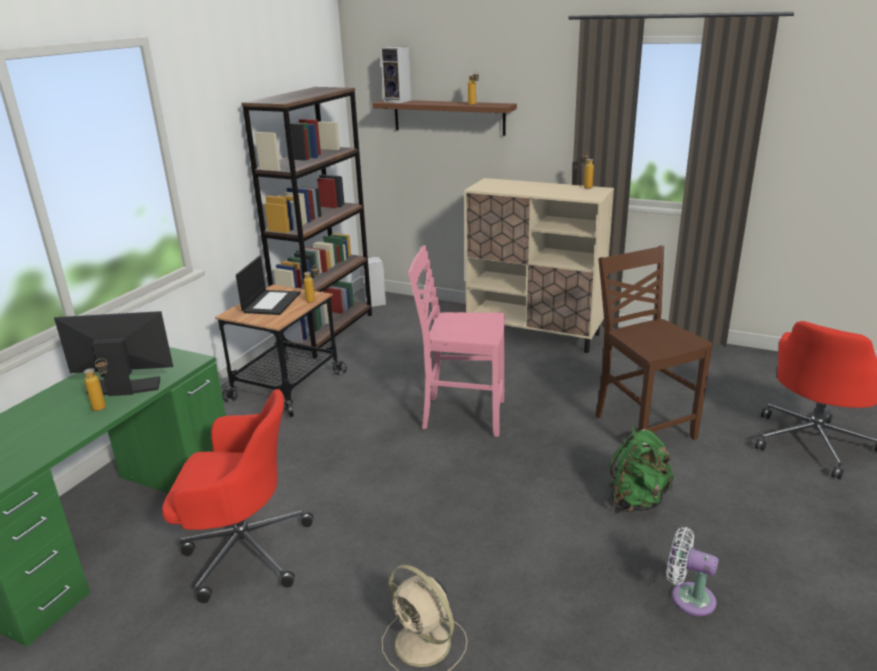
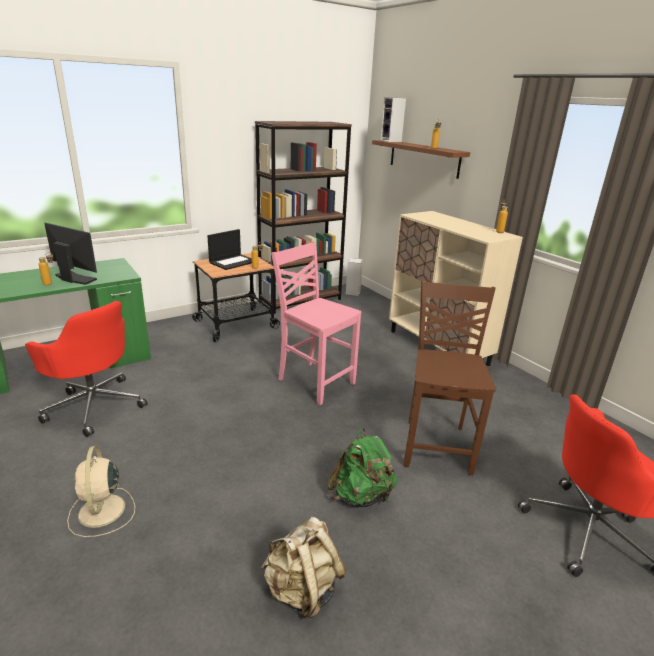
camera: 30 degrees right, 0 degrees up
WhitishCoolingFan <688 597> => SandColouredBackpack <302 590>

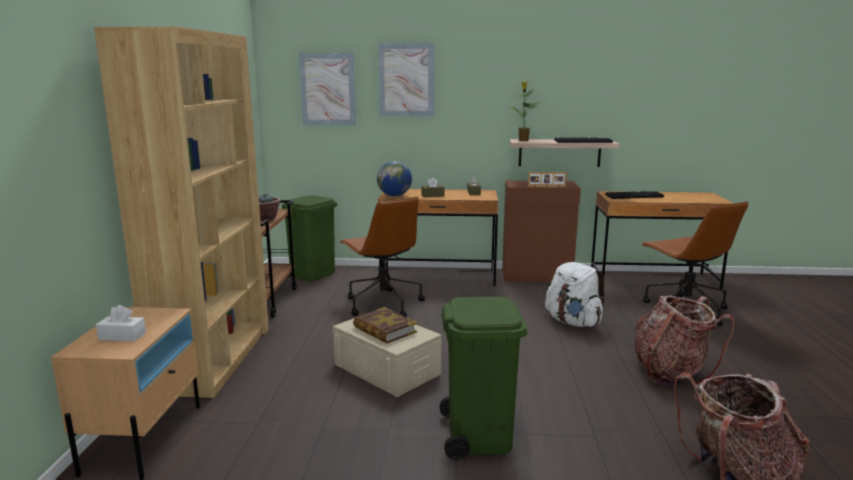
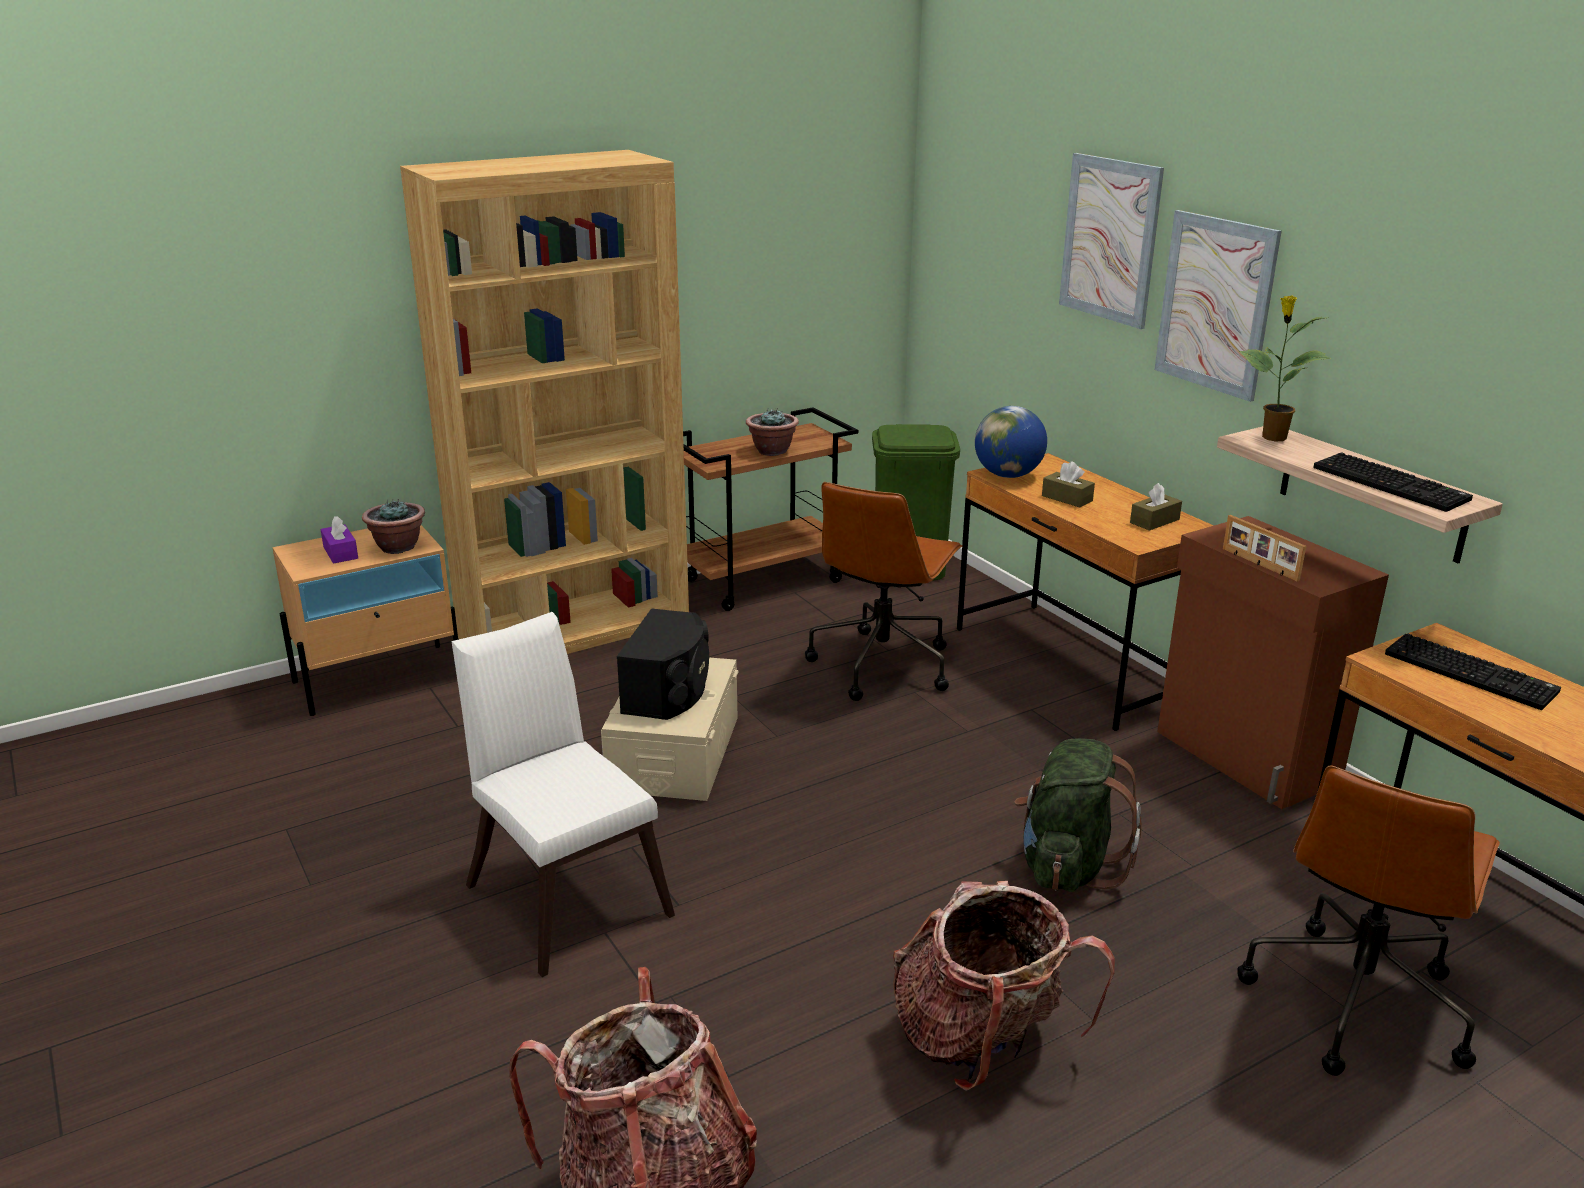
camera: 55 degrees right, 10 degrees up
WhitishBoxOfTissues <122 336> => PurpleBoxOfTissues <340 553>
nothing => Houseplant <397 547>
GreenTrashCan <478 435> => WhitishPlainChair <565 892>
Book <384 330> => BlackishLoudspeaker <668 691>
WhitishBackpack <573 322> => GreenBackpack <1067 866>
Picture <328 89> => Picture <1215 304>, relocated

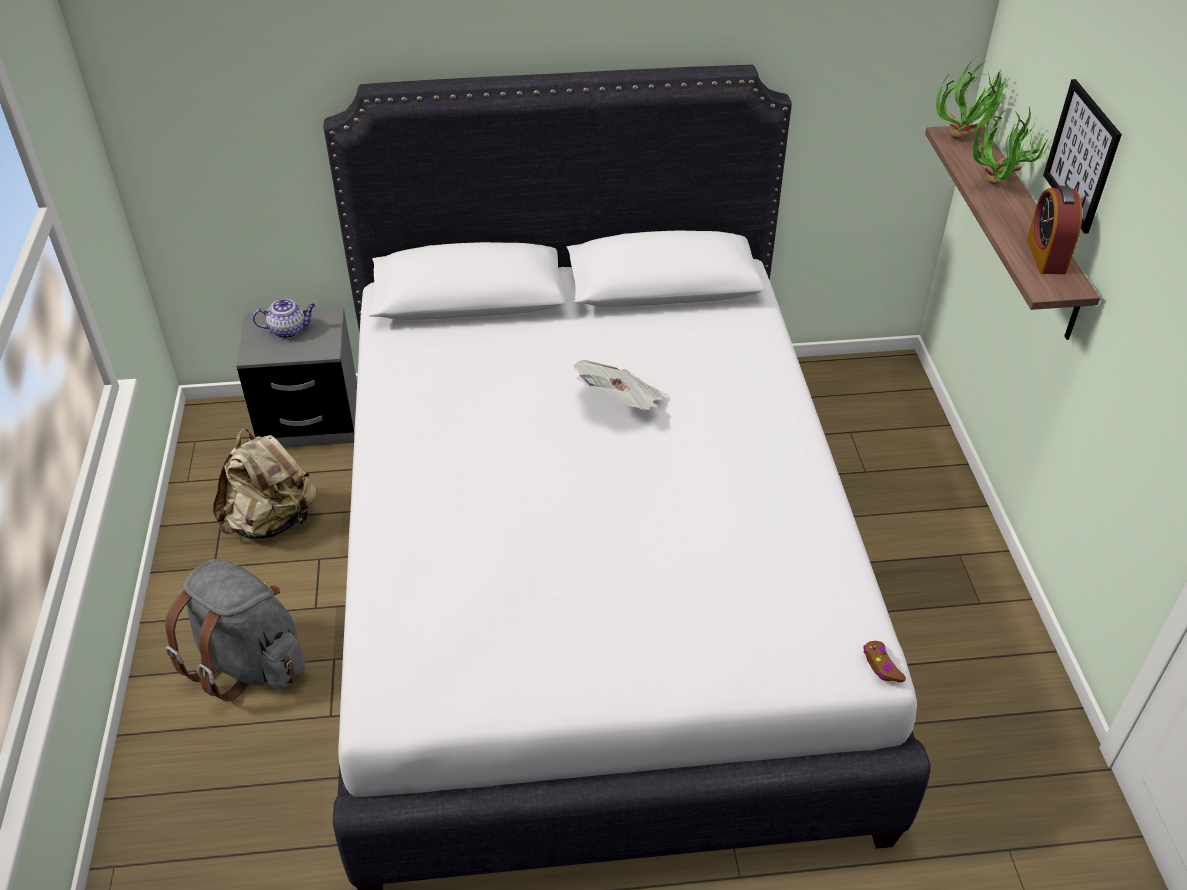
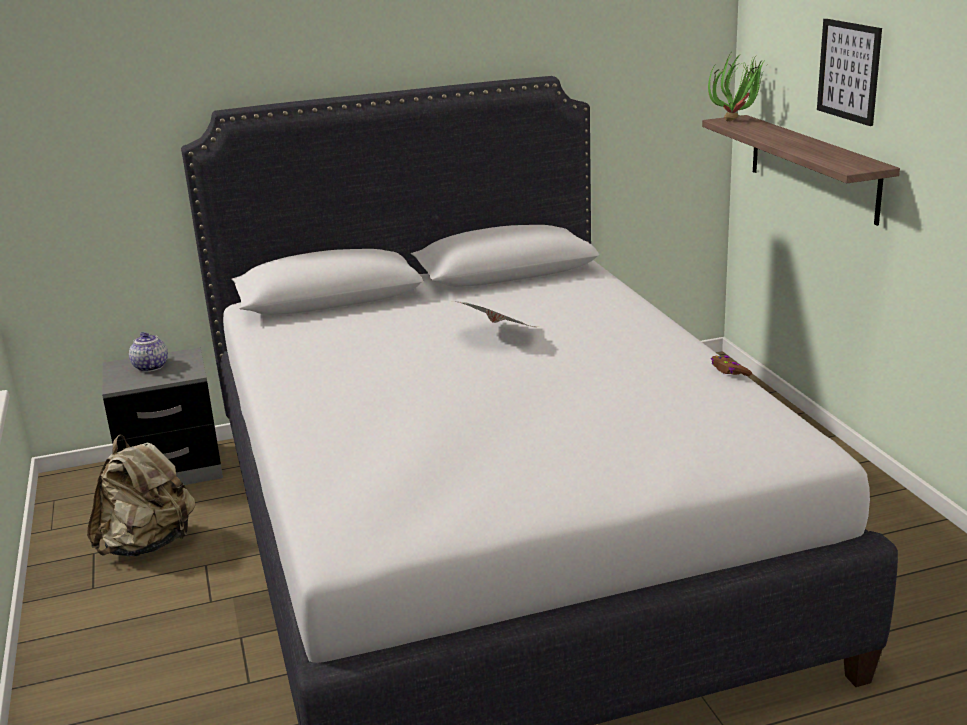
camera: 10 degrees left, 20 degrees down
Teapot <289 330> => Teapot <150 366>, 90 degrees counterclockwise
BrownGamepad <881 666> => BrownGamepad <729 371>, relocated
GreyishBackpack <248 661> => nothing
Houseplant <995 188> => nothing
BedsideClock <1046 256> => nothing

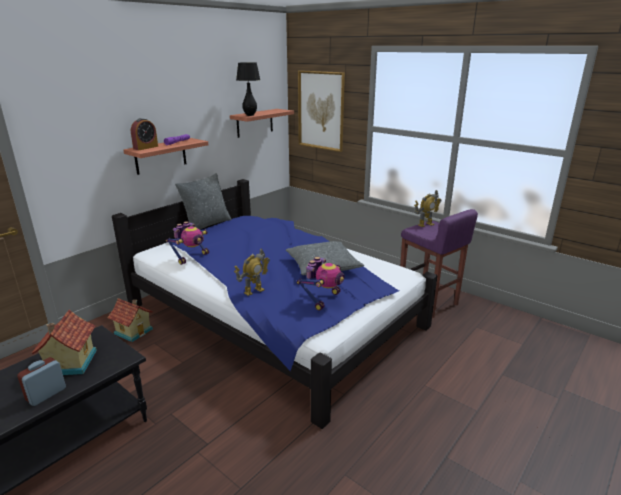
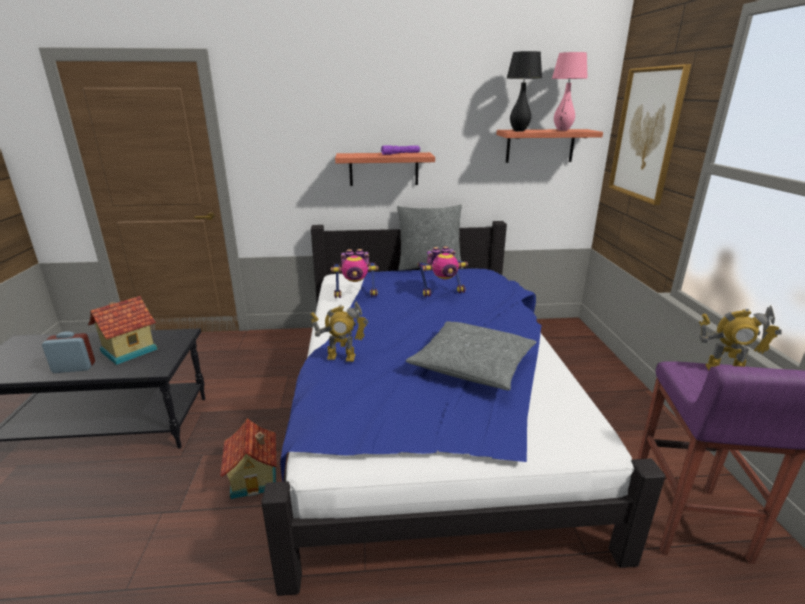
camera: 45 degrees right, 0 degrees up
MiniatureHouse <134 331> => MiniatureHouse <255 478>, relocated
ToyRobot <323 299> => ToyRobot <442 292>, relocated
nothing => PinkLampForATable <562 130>
BedsideClock <145 147> => nothing

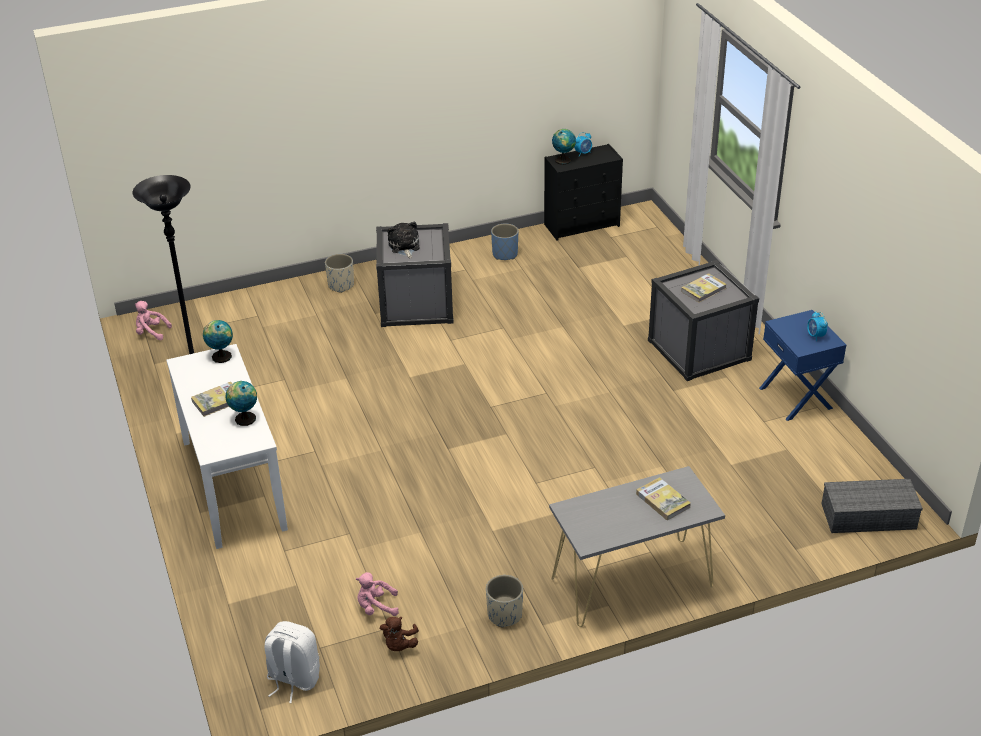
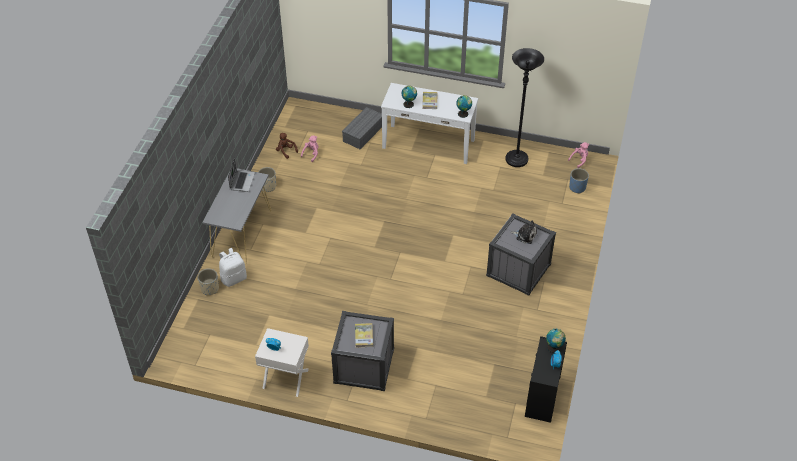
camera: 125 degrees right, 10 degrees up
SandColouredPlanter <341 285> => SandColouredPlanter <210 288>, relocated
WhitishBackpack <293 679> => WhitishBackpack <234 278>, relocated
nothing => Laptop <242 181>
BlueNightstand <796 398> => WhitishNightstand <285 379>
GreyishStorageBin <869 515> => GreyishStorageBin <363 134>, relocated
BluePlanter <505 254> => BluePlanter <577 187>, relocated
Book <663 500> => nothing

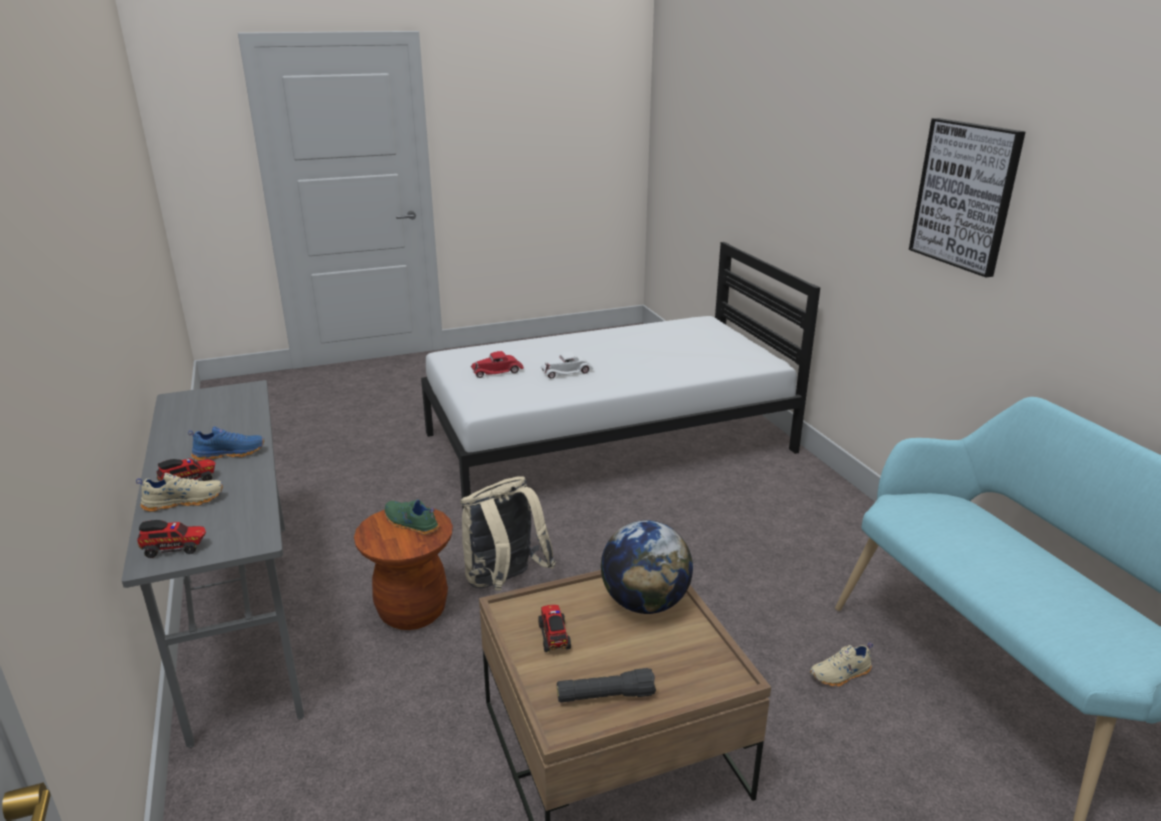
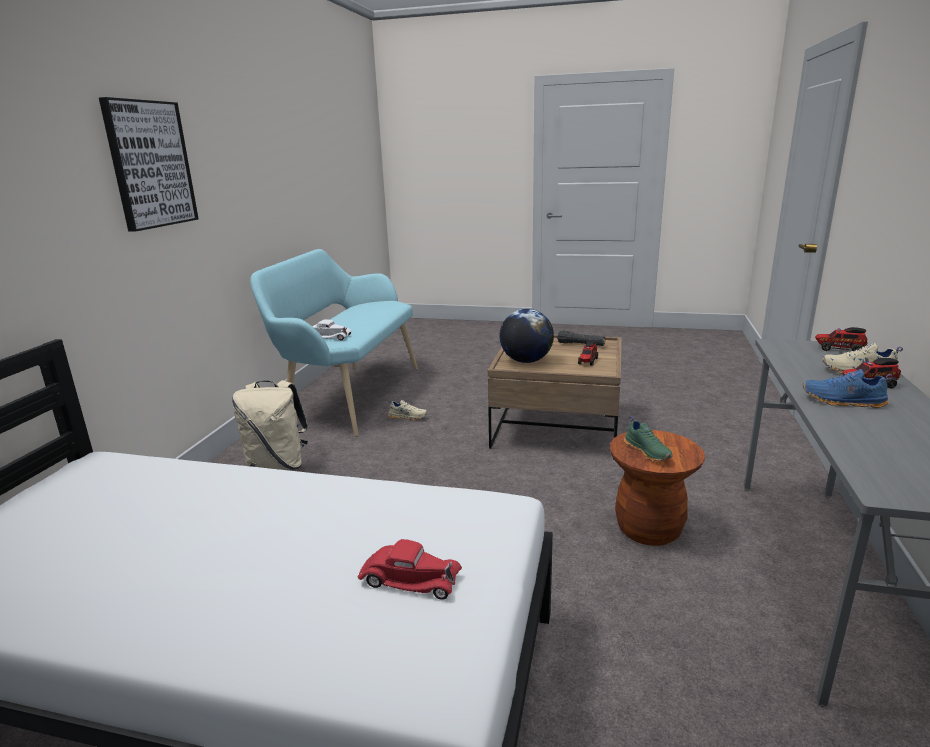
camera: 145 degrees left, 5 degrees down
SandColouredBackpack <504 582> => SandColouredBackpack <278 465>, relocated
WhitishMiniatureCar <567 371> => WhitishMiniatureCar <328 337>, relocated

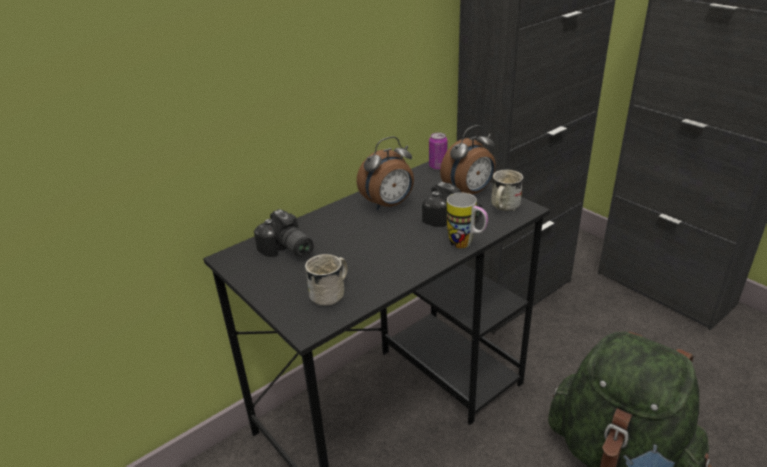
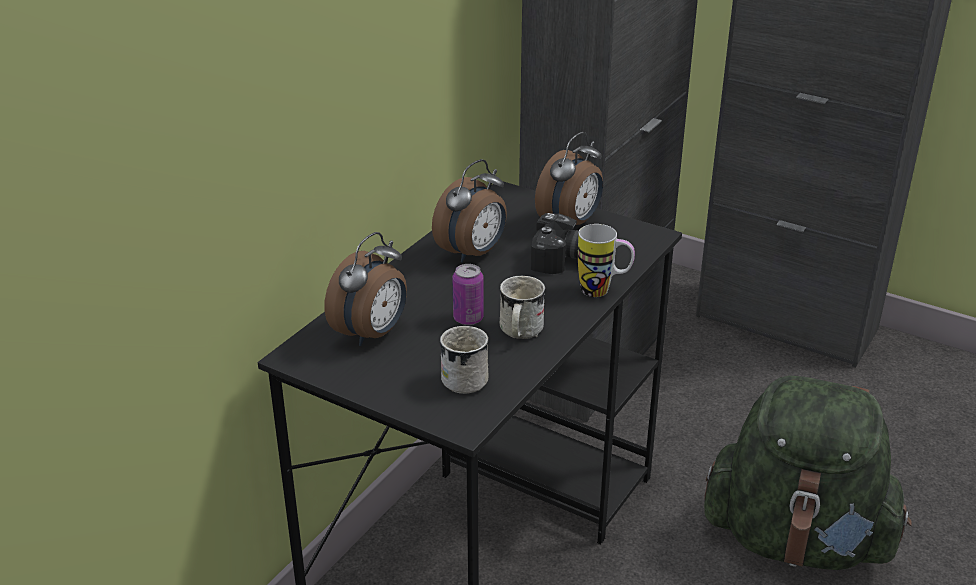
camera: 20 degrees left, 0 degrees up
PhotoCamera <287 250> => BedsideClock <372 334>
SealedCan <438 167> => SealedCan <468 318>, relocated
WhitishMug <503 207> => WhitishMug <519 332>, relocated

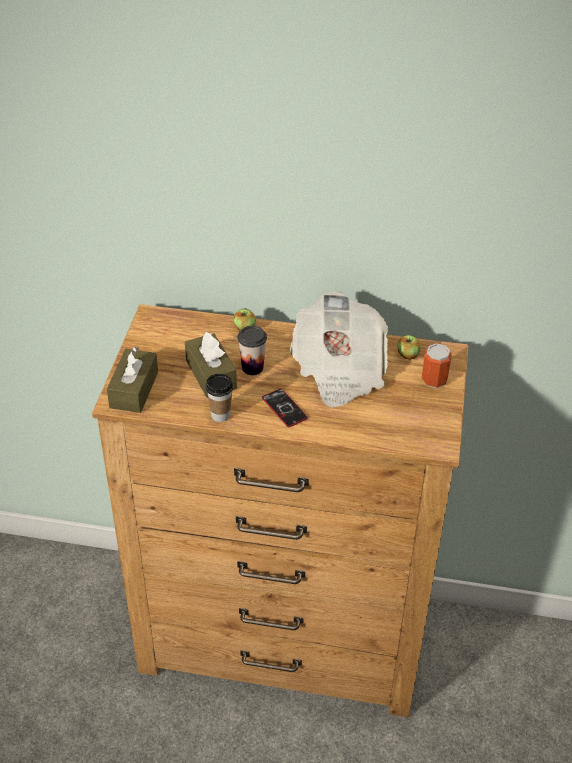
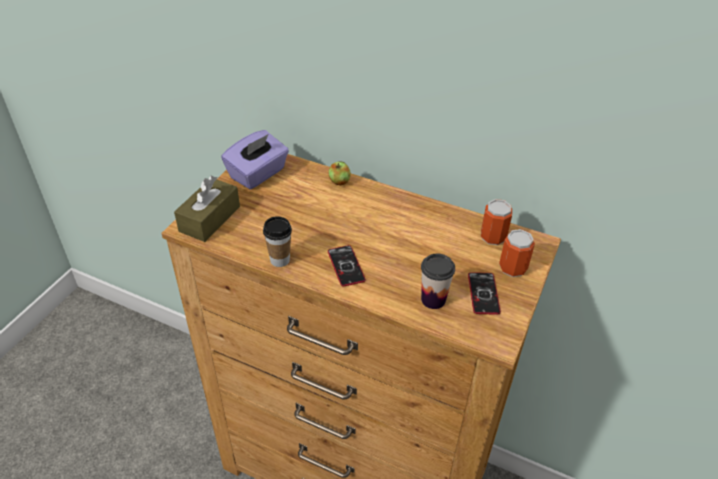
camera: 15 degrees right, 0 degrees up
nothing => PurpleBoxOfTissues <258 174>
SmallCup <252 368> => SmallCup <433 299>, relocated
nothing => Handset <483 294>
AppleFruit <408 355> => SealedCan <493 237>
BrownBoxOfTissues <211 374> => nothing
PrintedPaper <338 371> => nothing

